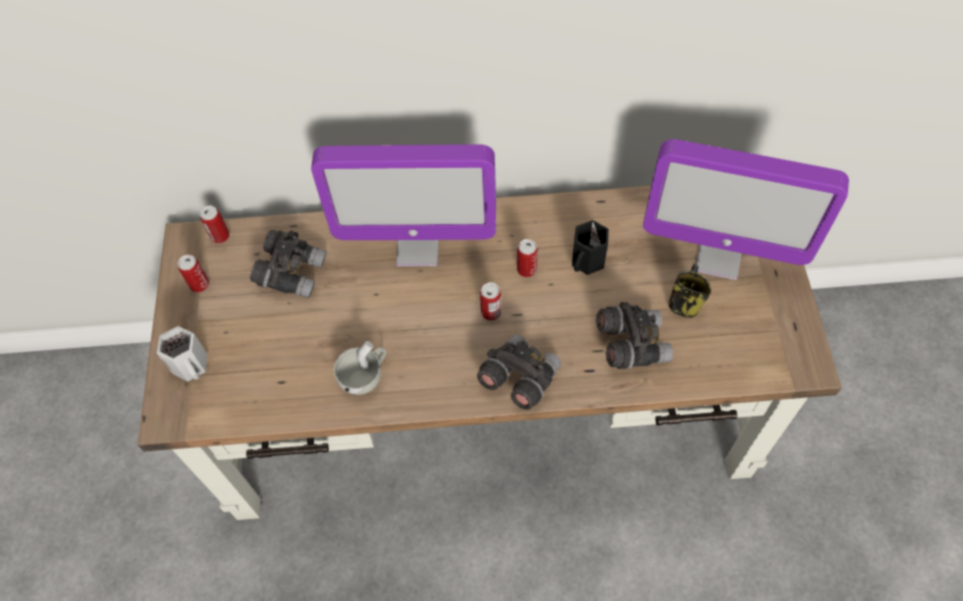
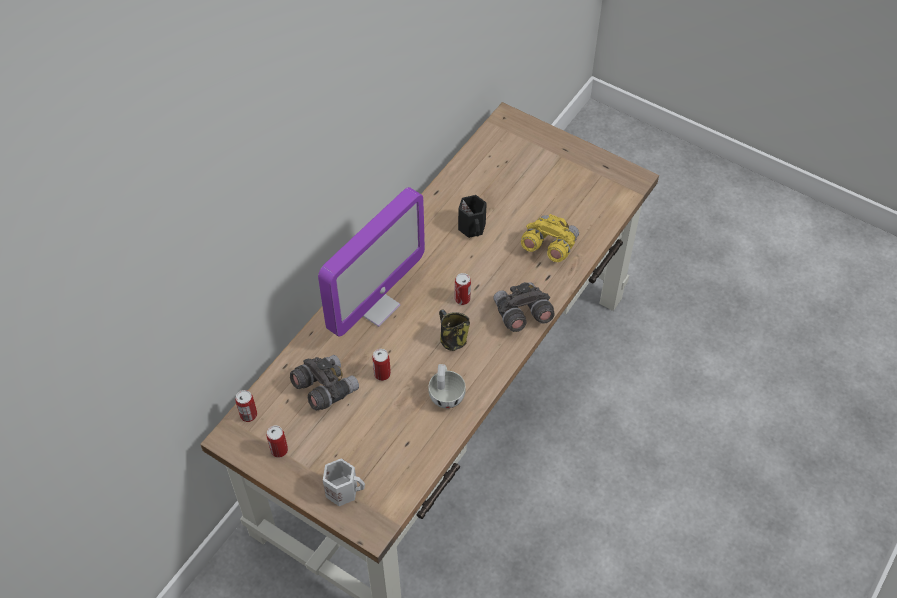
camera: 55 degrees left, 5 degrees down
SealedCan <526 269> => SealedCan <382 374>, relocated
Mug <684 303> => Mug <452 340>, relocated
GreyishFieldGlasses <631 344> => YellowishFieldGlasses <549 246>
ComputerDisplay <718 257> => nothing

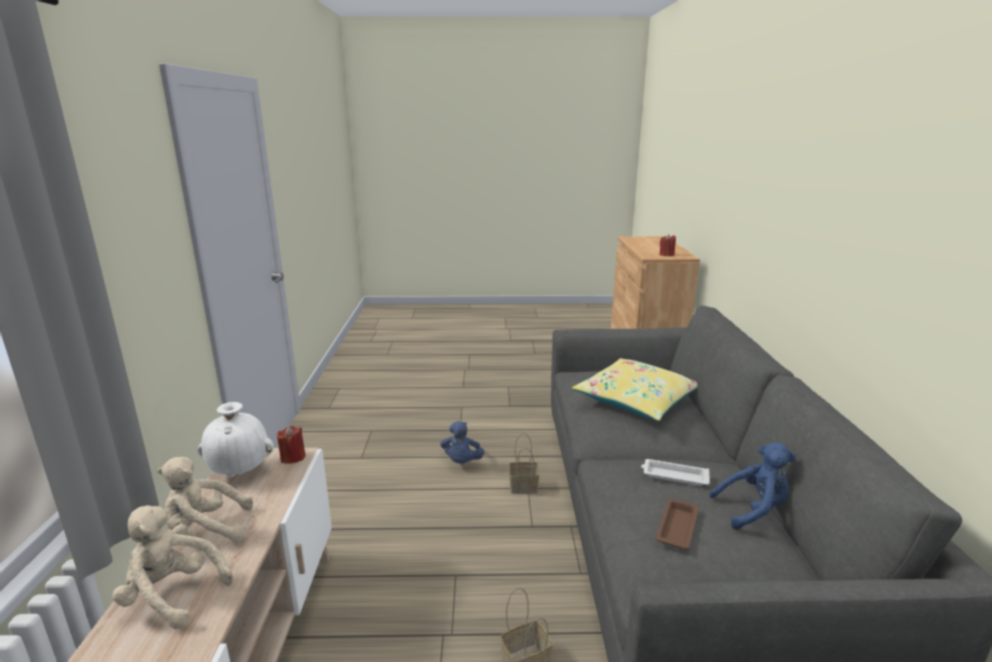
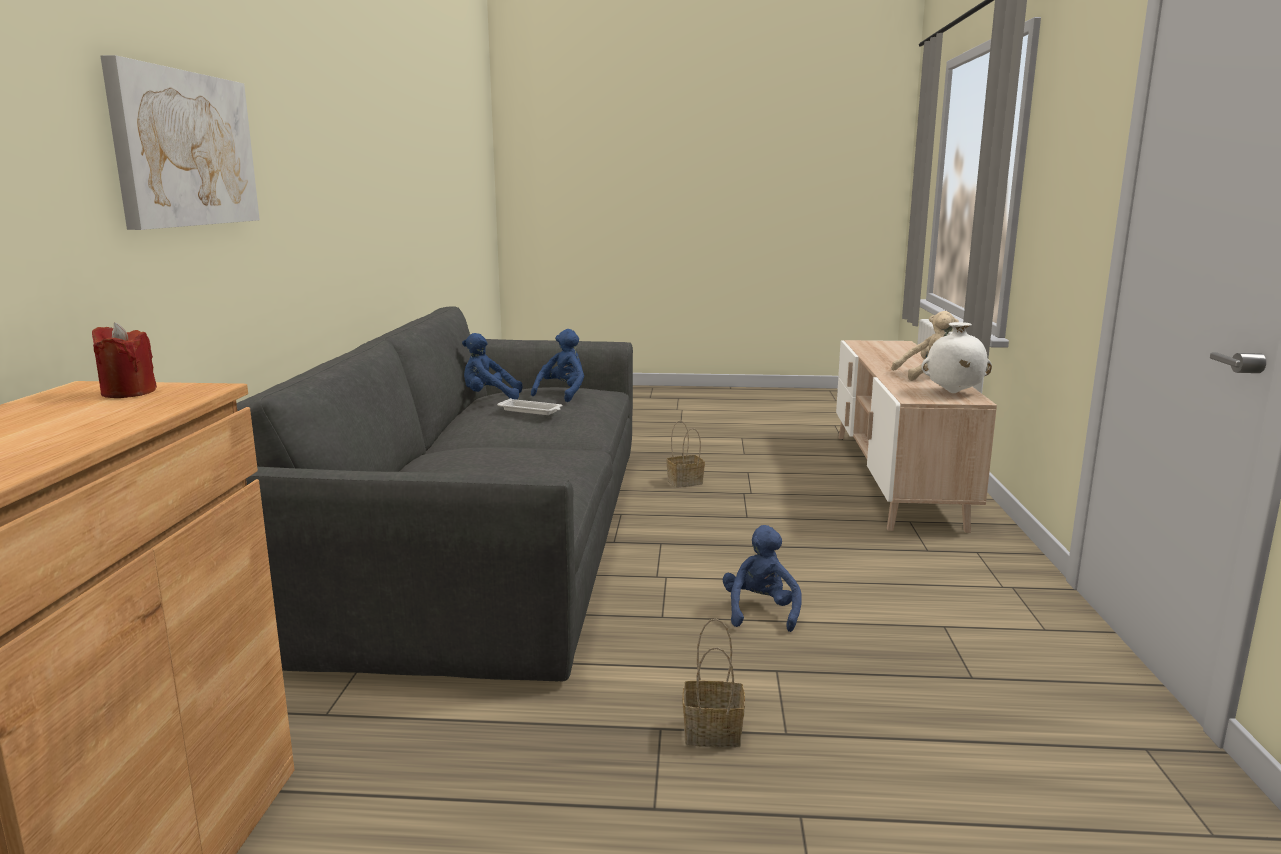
camera: 175 degrees left, 5 degrees down
nothing => Picture <184 149>
BrownCarryingTray <677 527> => BlueCuddlyToy <563 394>
Basket <522 487> => Basket <714 732>, relocated
SandColouredCuddlyToy <172 595> => nothing
RedWaxLight <293 457> => nothing
YellowishThrowPillow <636 400> => nothing

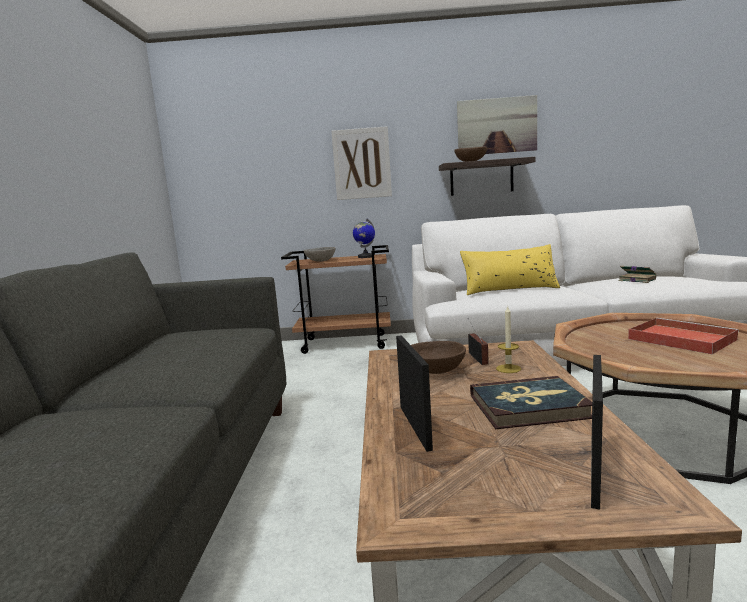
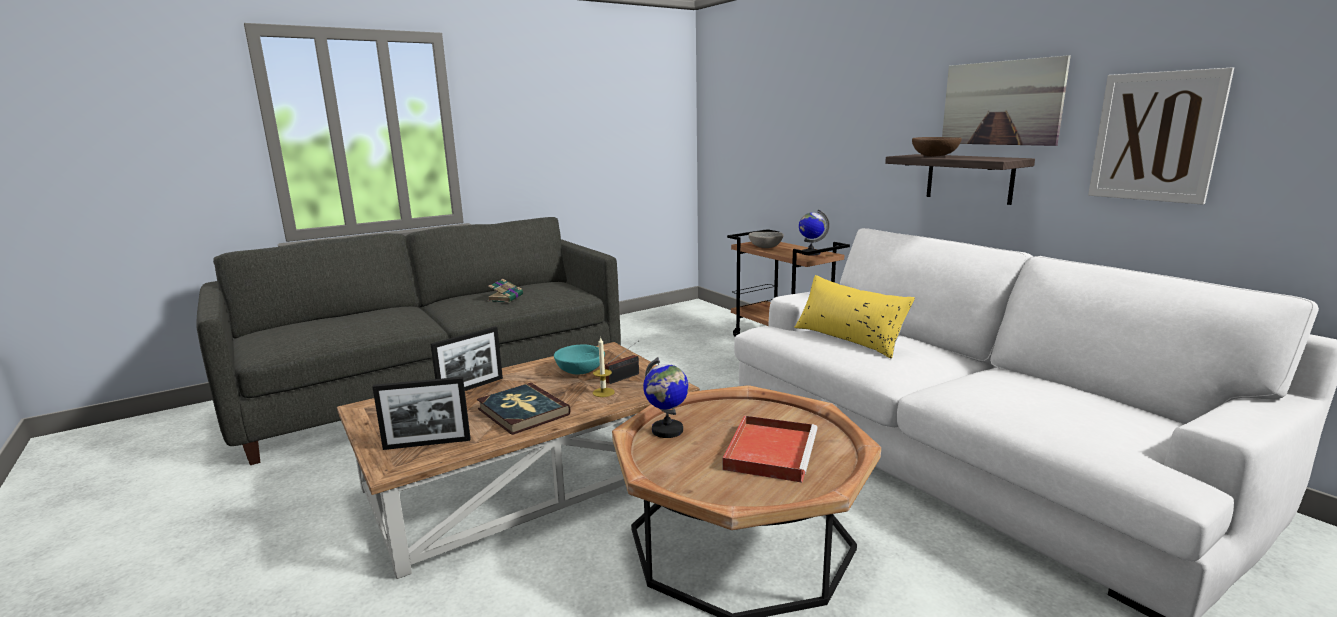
camera: 55 degrees right, 5 degrees up
Book <636 280> => Book <506 297>, relocated
BrownBowl <436 370> => TurquoiseColouredBowl <581 371>
nothing => WorldGlobe <667 430>
Picture <362 163> => Picture <1155 137>, relocated

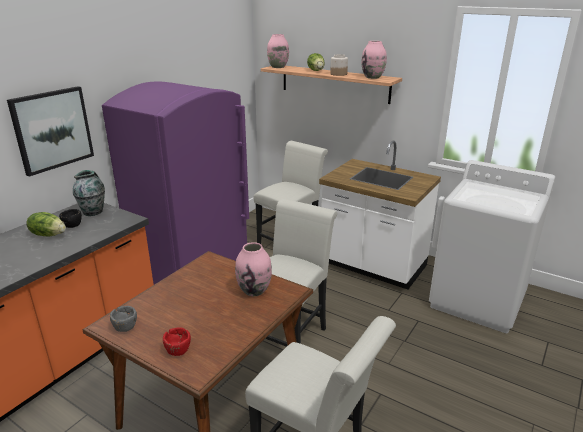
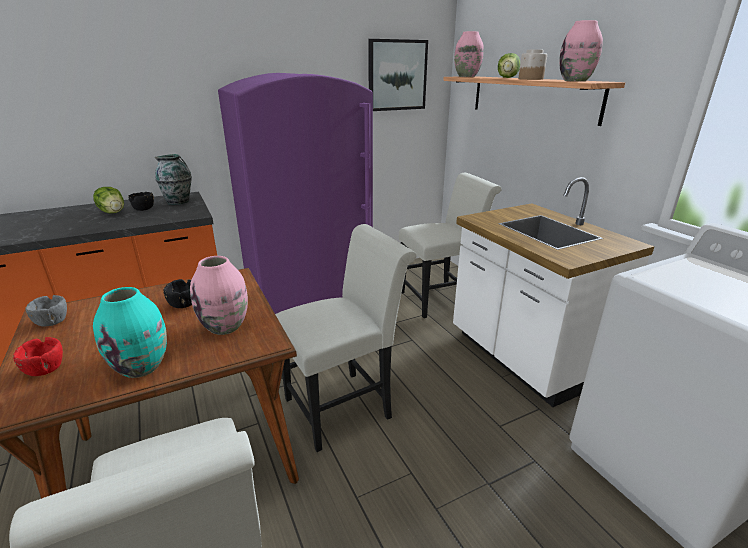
camera: 30 degrees right, 0 degrees up
nothing => TurquoiseColouredVase <142 367>
nothing => BlackishBowl <183 304>
Picture <52 129> => Picture <397 75>, relocated

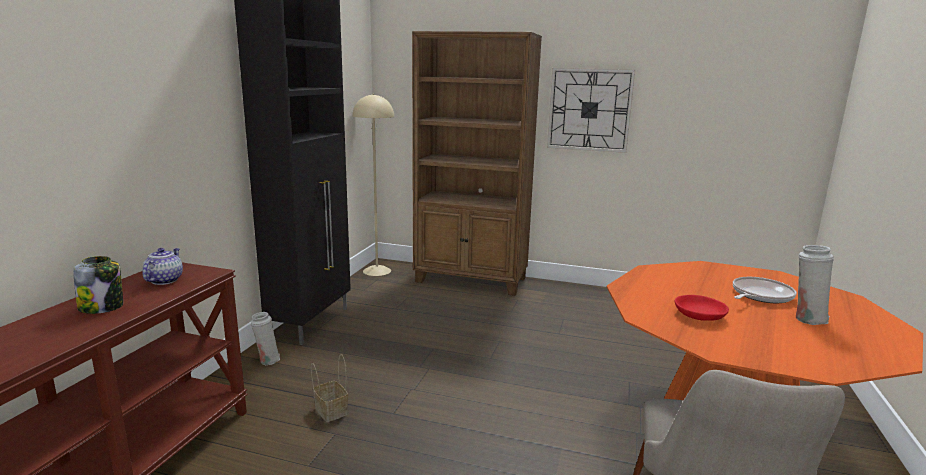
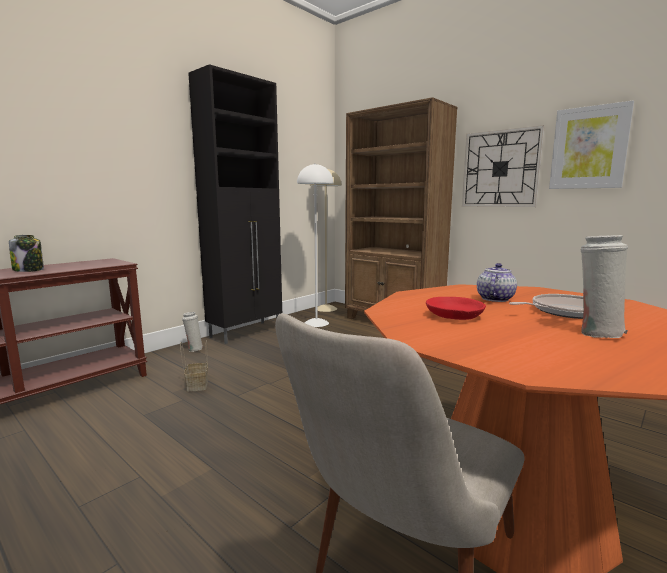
camera: 25 degrees right, 5 degrees down
nothing => WhitishFloorLamp <316 323>
Teapot <164 280> => Teapot <494 299>, relocated
nothing => Picture <589 148>

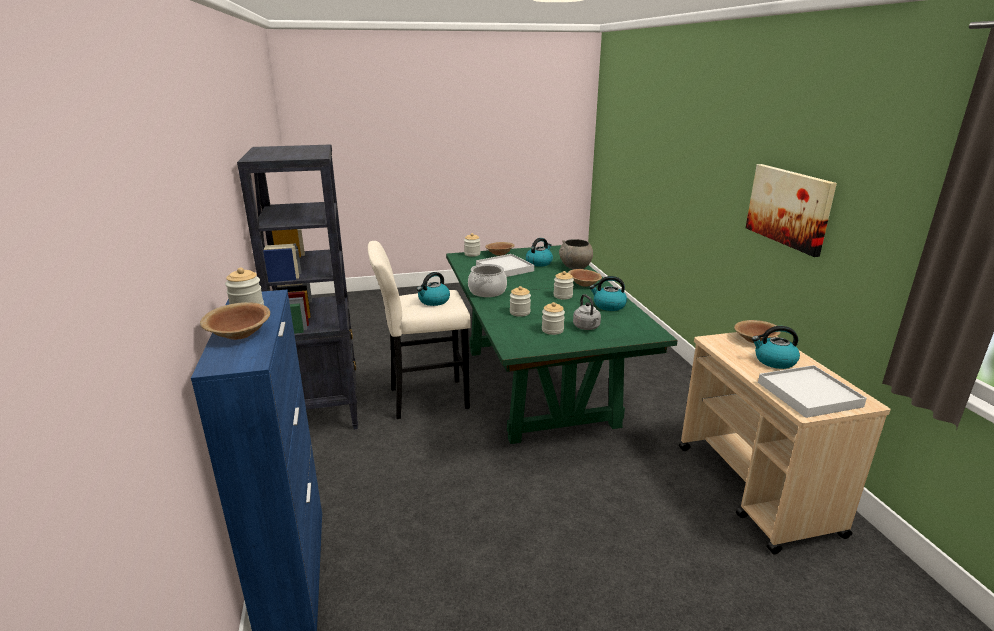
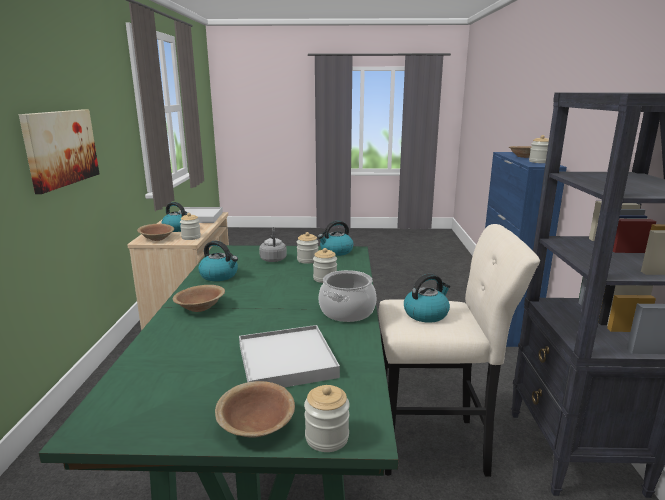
camera: 165 degrees left, 5 degrees down
Jar <563 296> => Jar <191 237>, relocated
TeaKettle <539 263> => TeaKettle <336 251>, relocated
GreyishBowl <575 267> => nothing

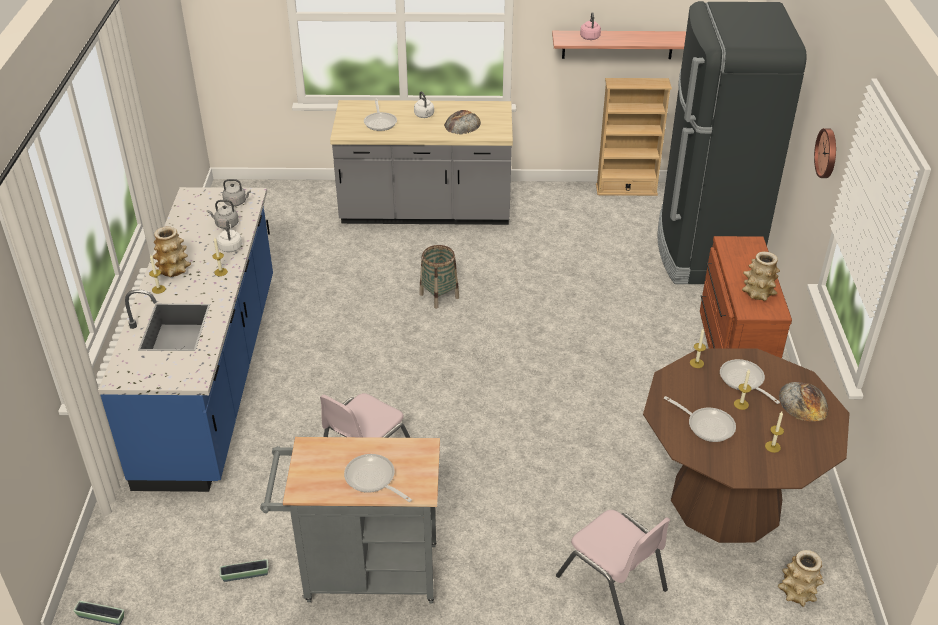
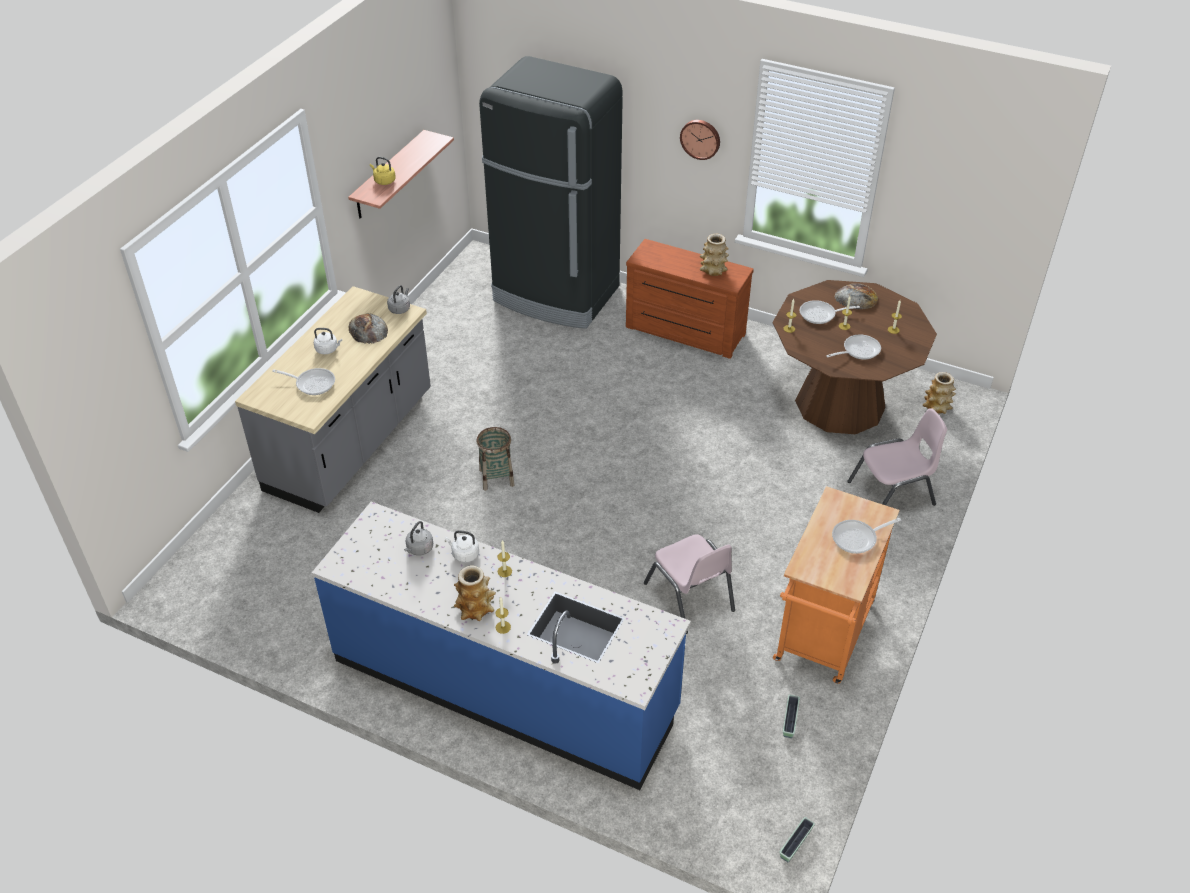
camera: 65 degrees left, 5 degrees up
PinkTeaKettle <590 37> => YellowishTeaKettle <384 181>
GreyishTeaKettle <236 202> => GreyishTeaKettle <400 308>, relocated
GreyishTrolley <362 573> => OrangeTrolley <822 638>
SandColouredShelvingUnit <626 190> => nothing

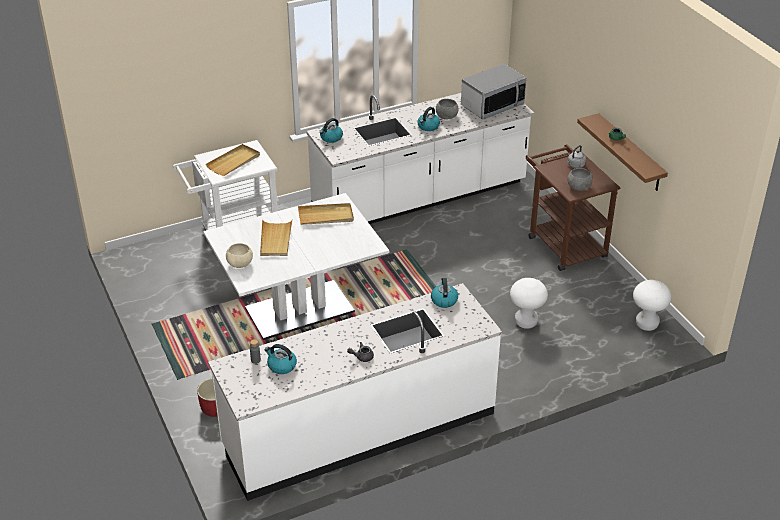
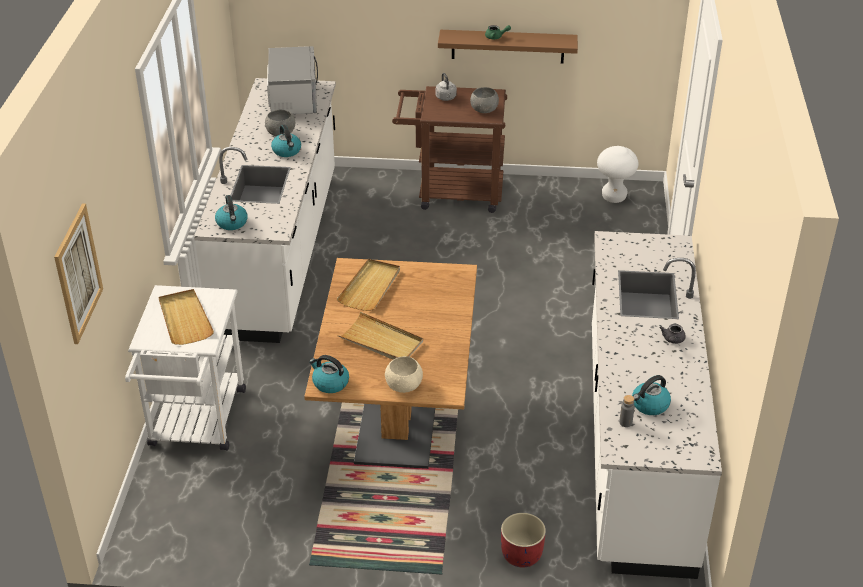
camera: 60 degrees left, 0 degrees up
nothing => Picture <78 273>
WhitishDinnerTable <299 310> => BrownDinnerTable <398 419>
TeaKettle <444 300> => TeaKettle <330 383>, relocated
WhitishSittingStool <526 322> => nothing

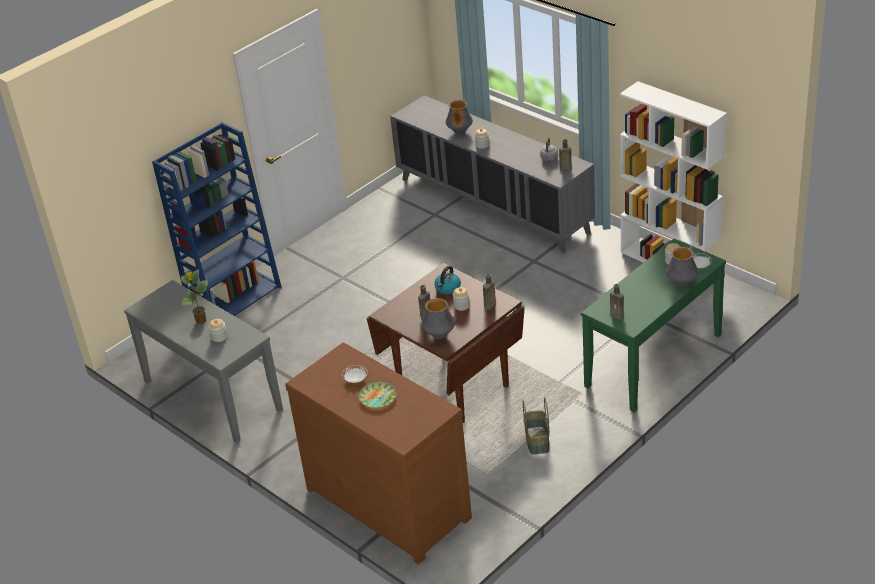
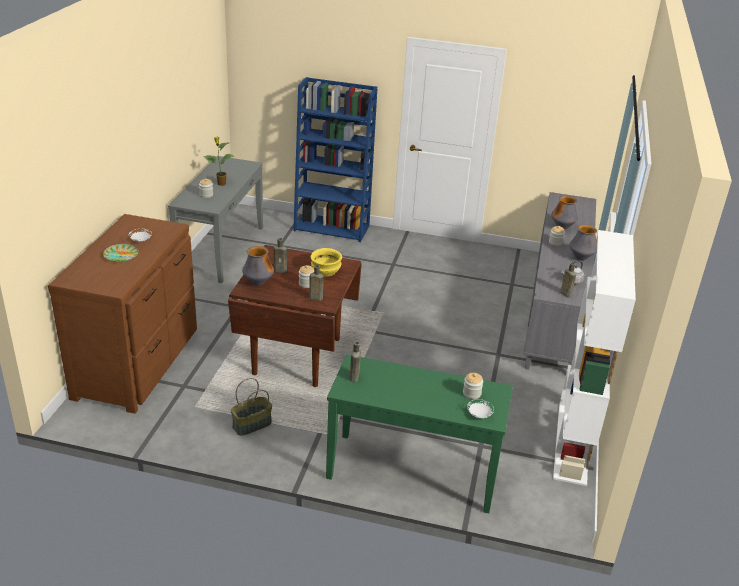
camera: 55 degrees right, 5 degrees down
TeaKettle <447 288> => YellowishBowl <326 271>
Vase <681 283> => Vase <581 258>, relocated

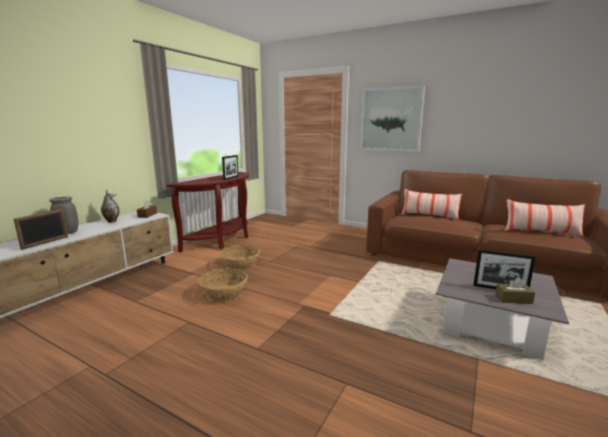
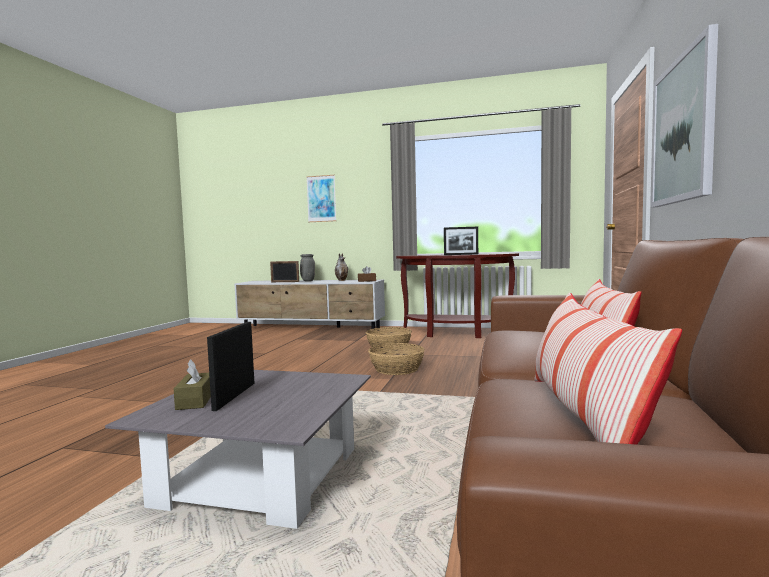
camera: 75 degrees right, 10 degrees down
nothing => Picture <321 198>
Basket <224 293> => Basket <397 369>, relocated

